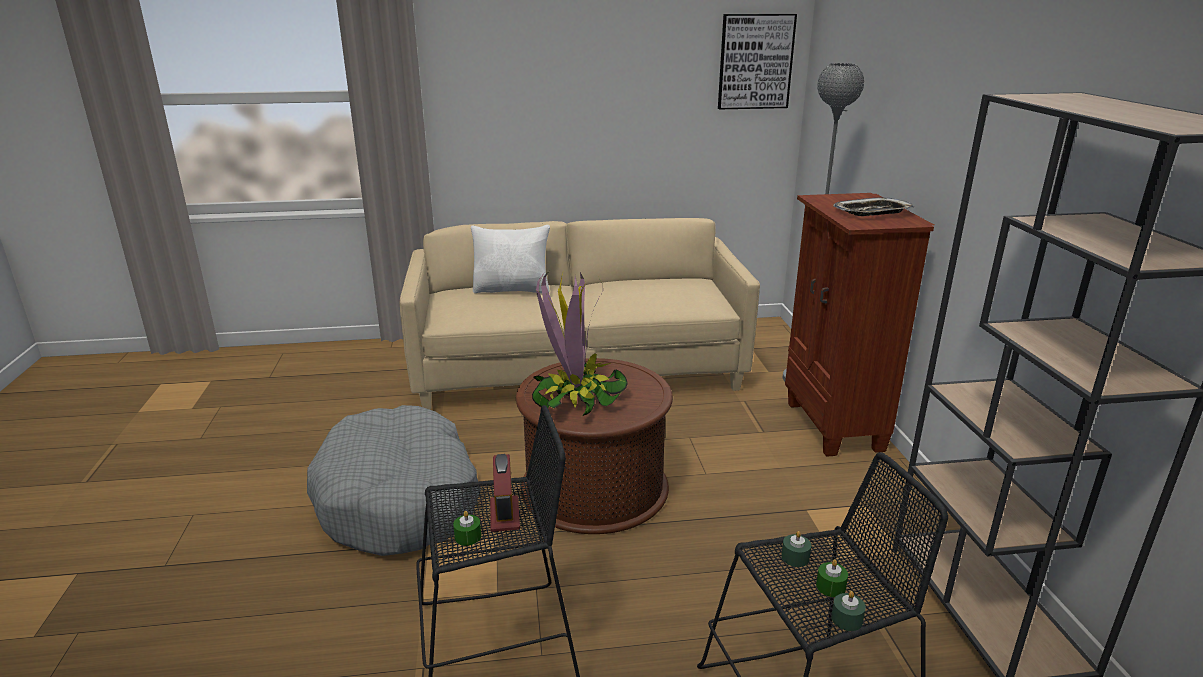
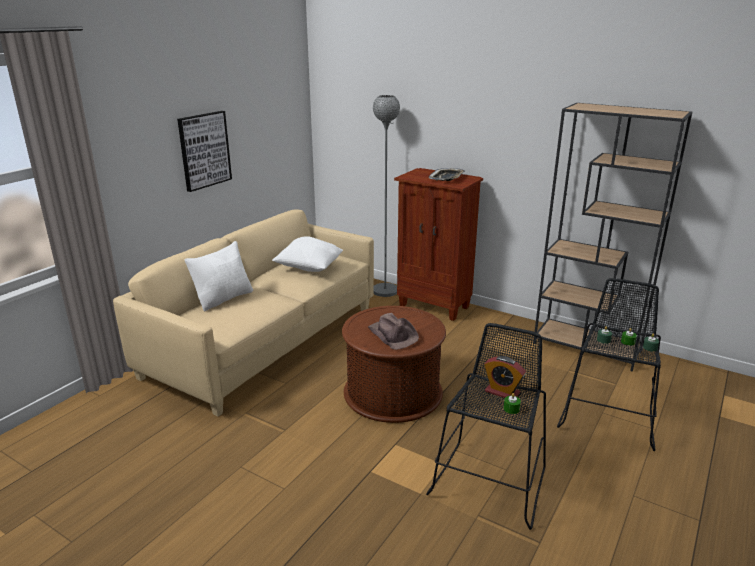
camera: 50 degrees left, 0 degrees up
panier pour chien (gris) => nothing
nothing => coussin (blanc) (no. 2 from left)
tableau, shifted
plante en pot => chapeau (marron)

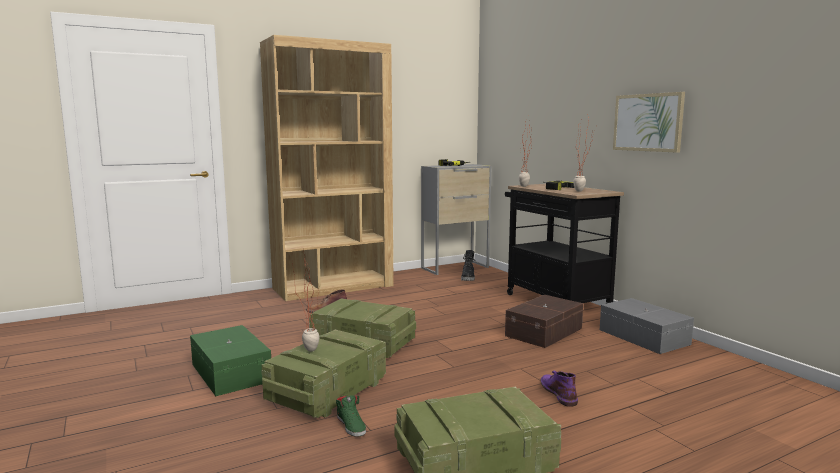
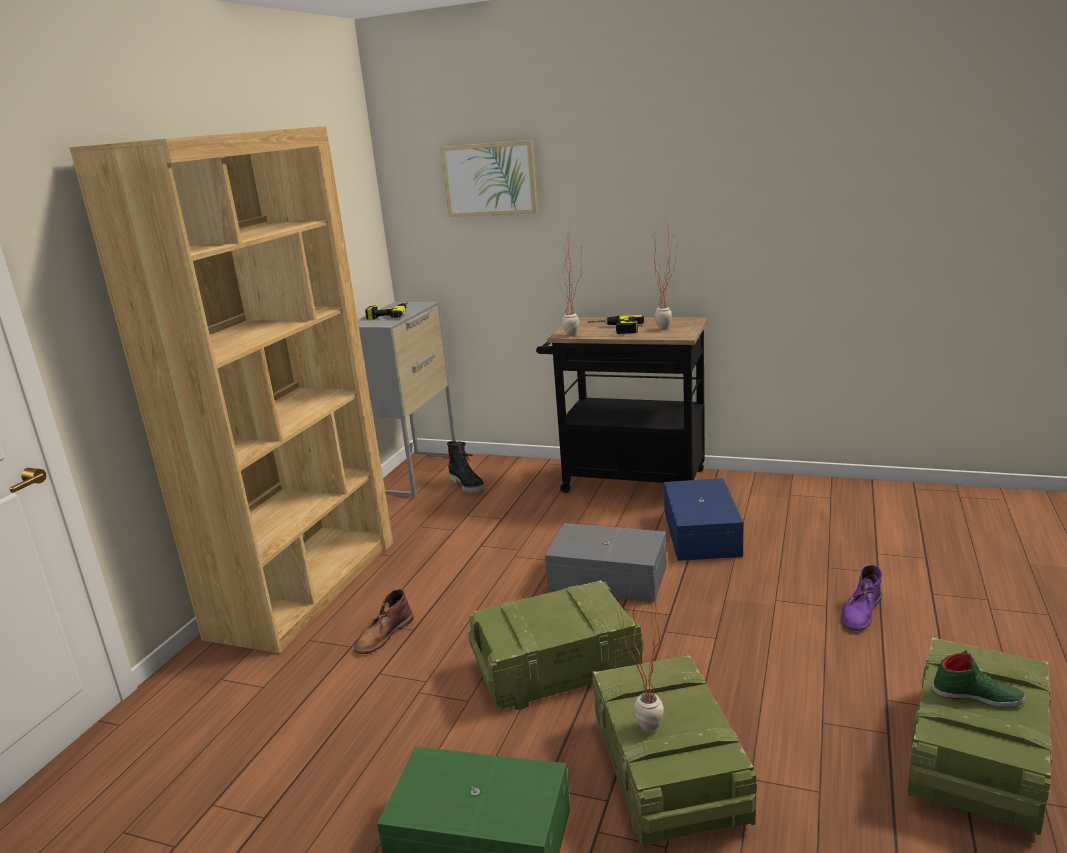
camera: 40 degrees left, 10 degrees up
chaussure (vert), shifted
boîte de rangement (gris), shifted
tableau, shifted
boîte de rangement (marron) => boîte de rangement (bleu)
botte (violet), 90 degrees counterclockwise

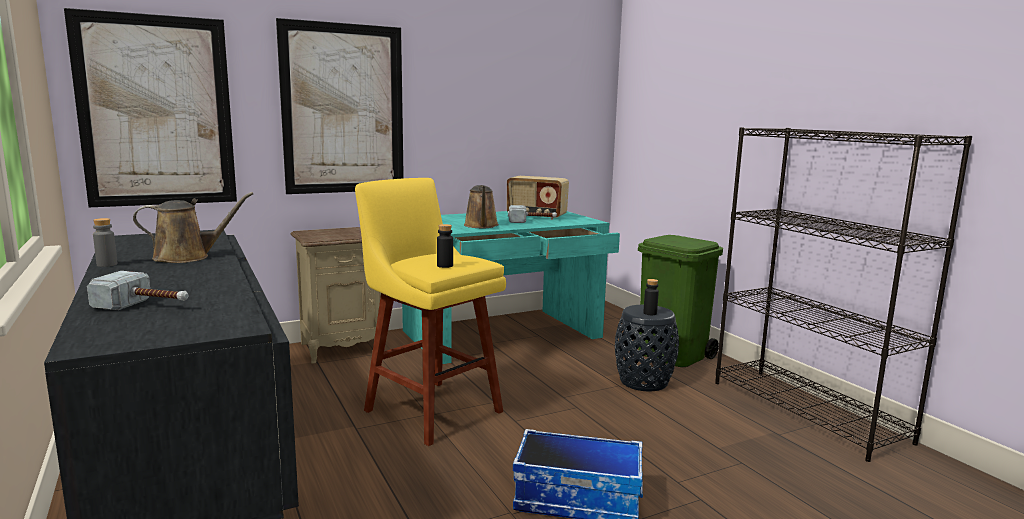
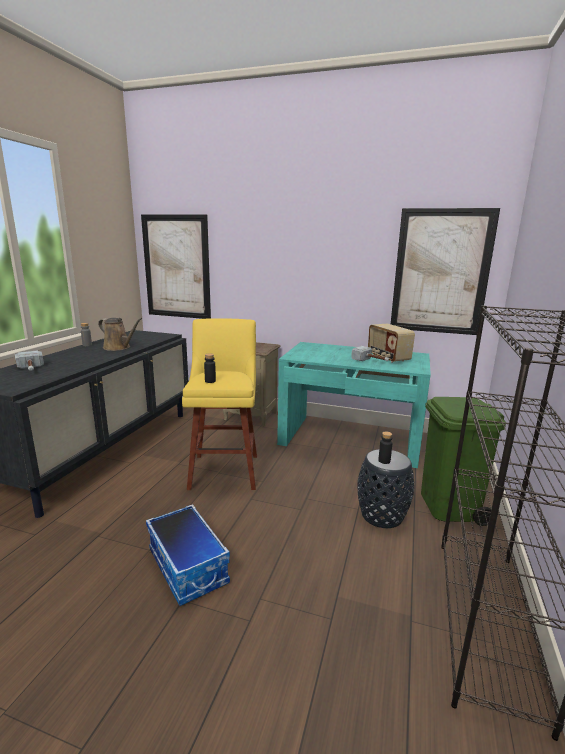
camera: 45 degrees right, 5 degrees up
arrosoir (marron) (no. 2 from left) => nothing
tableau (no. 2 from left), shifted

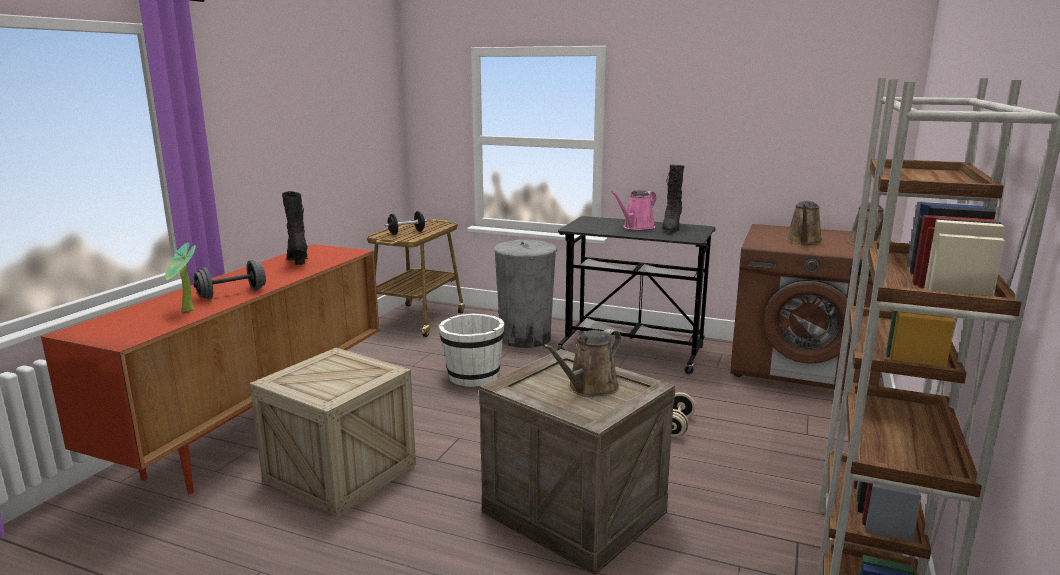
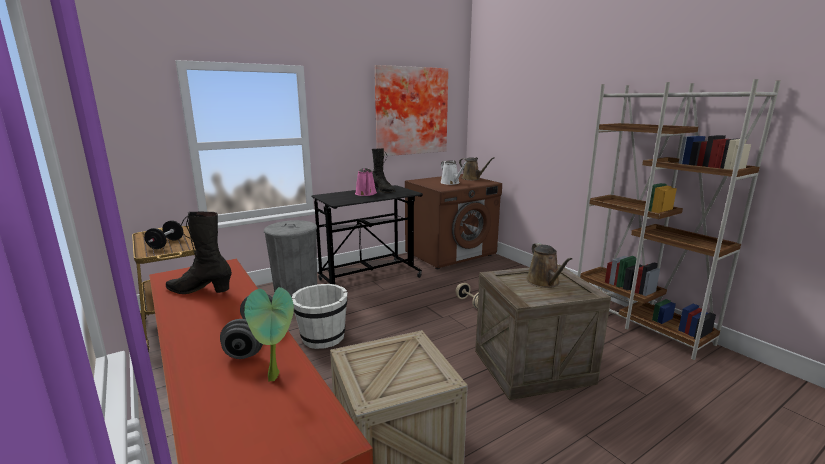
camera: 55 degrees left, 0 degrees up
nothing => tableau
arrosoir (marron) (no. 2 from left) => arrosoir (blanc)

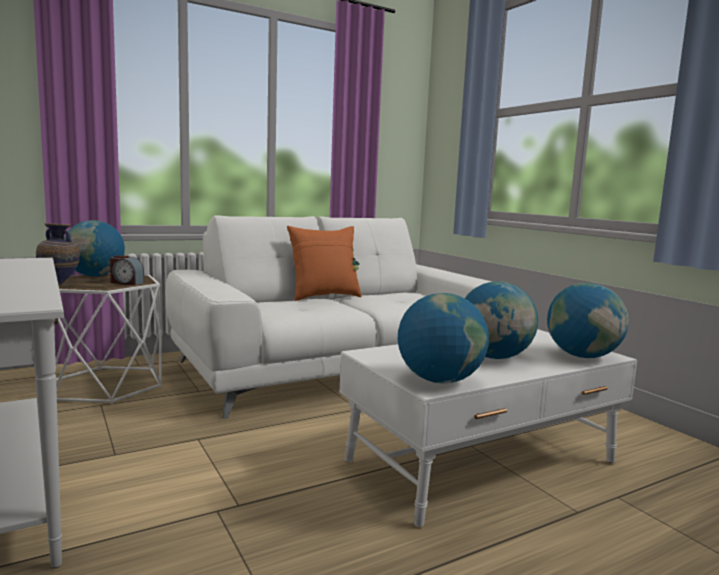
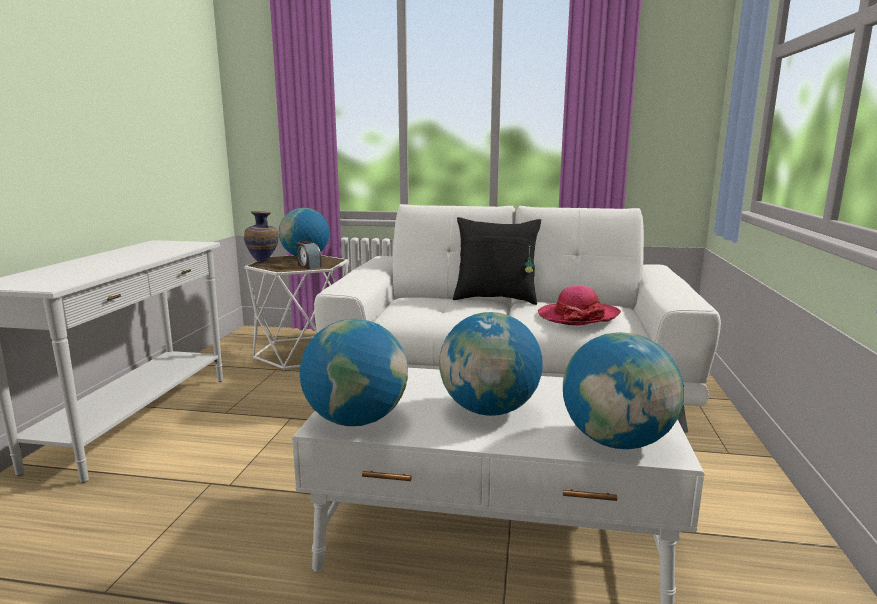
camera: 40 degrees right, 5 degrees up
nothing => chapeau
coussin (orange) => coussin (noir)

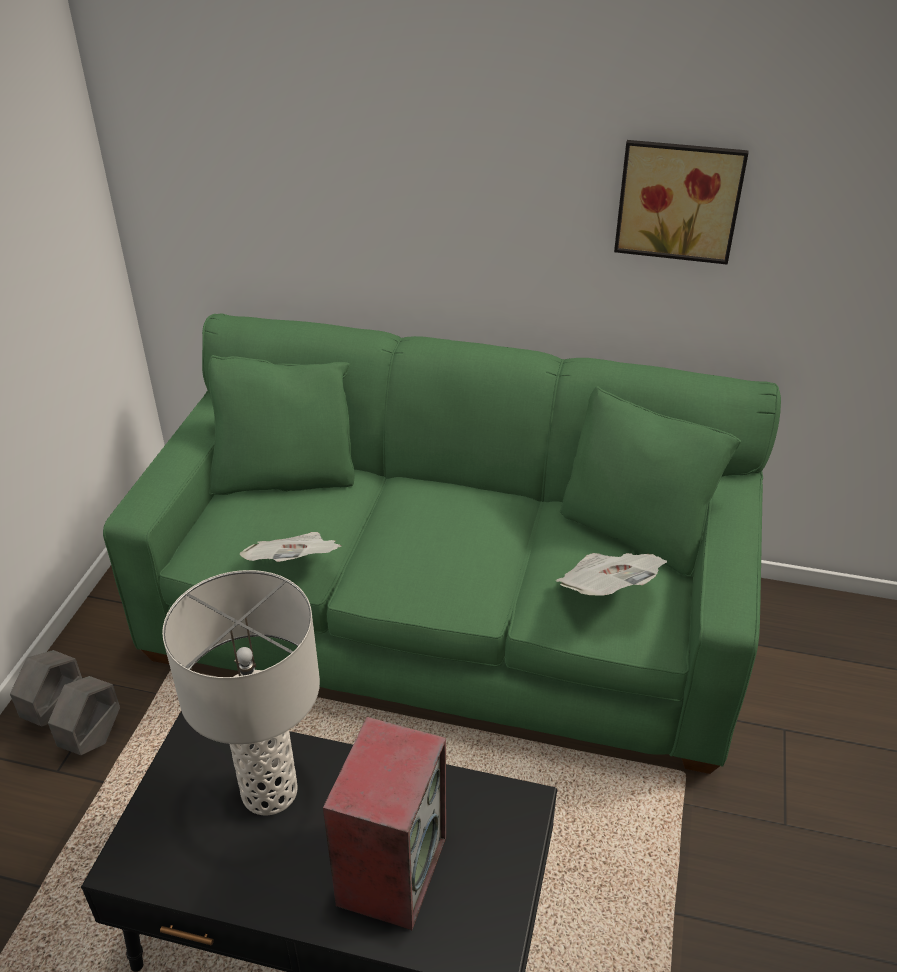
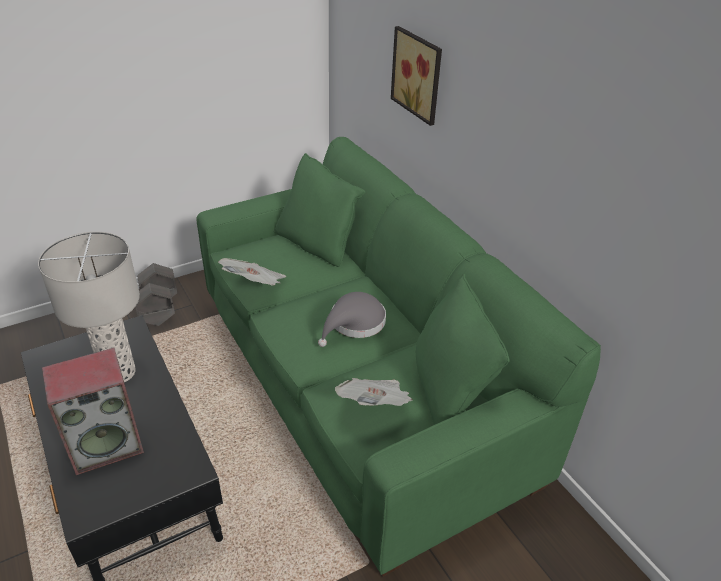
camera: 45 degrees right, 0 degrees up
nothing => chapeau (gris)
tableau, shifted

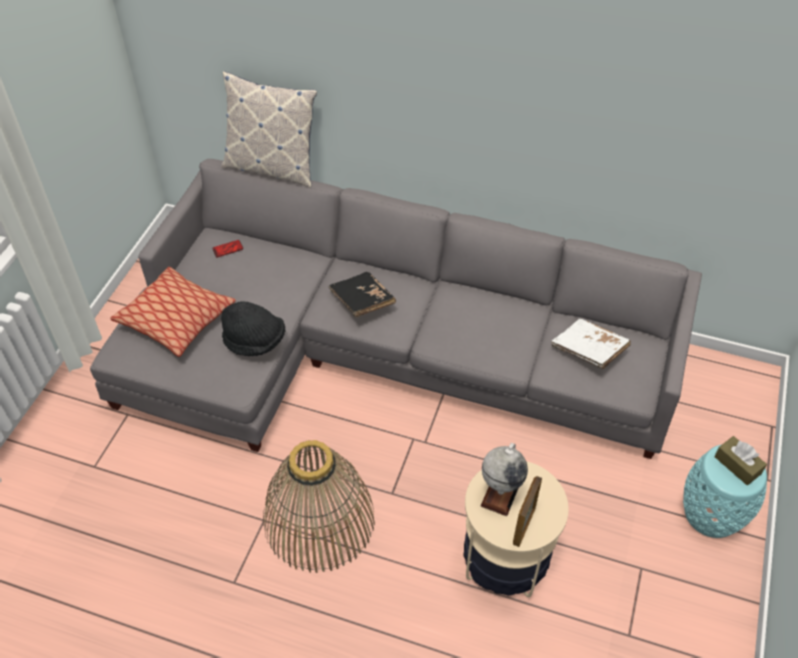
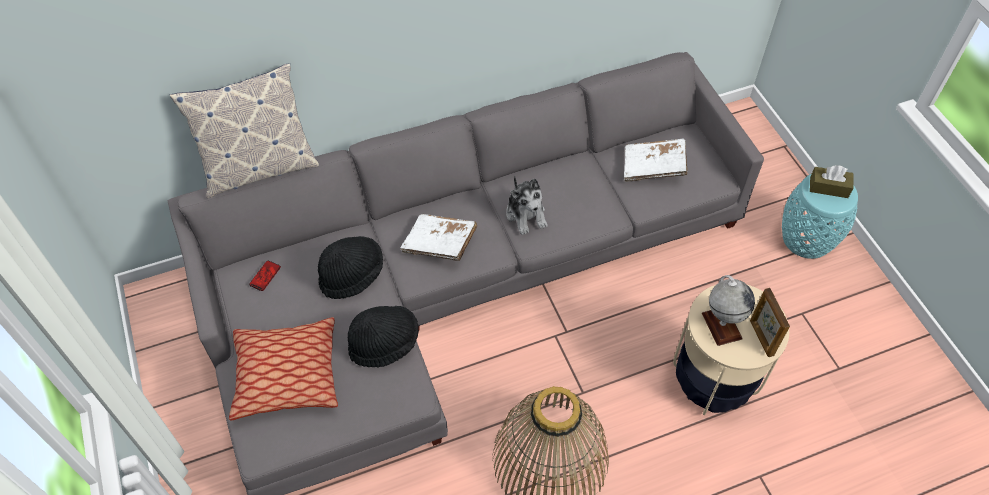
camera: 40 degrees left, 5 degrees up
nothing => chapeau (noir) (no. 1 from left)
nothing => peluche
livre (noir) => livre (blanc) (no. 1 from left)

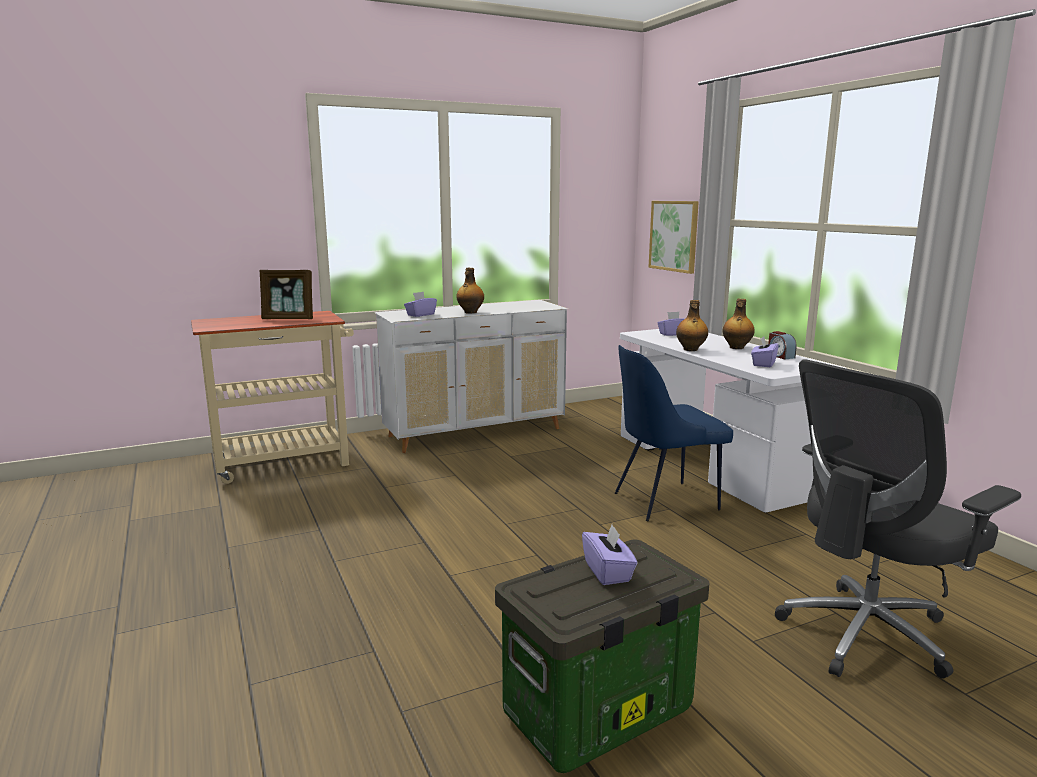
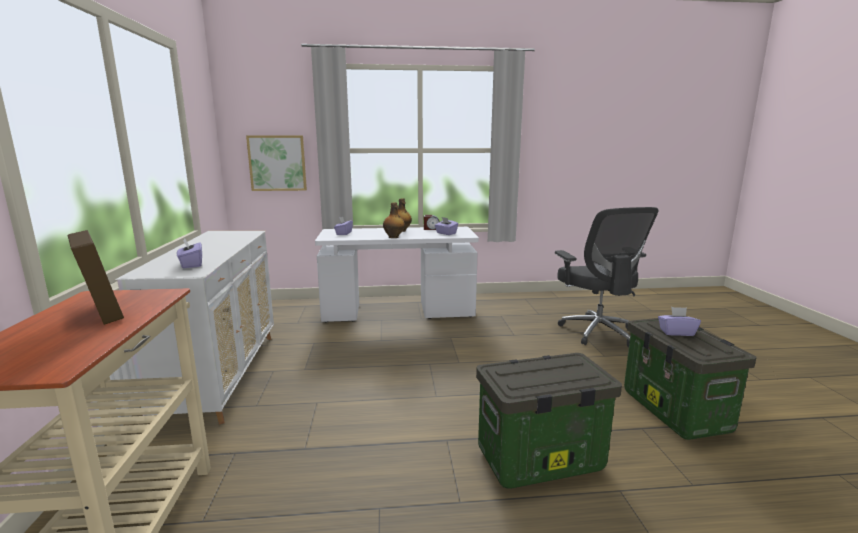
camera: 70 degrees left, 0 degrees up
bouteille (no. 1 from left) => nothing
chaise (bleu) => nothing
nothing => boîte de rangement (no. 1 from left)
cadre photo, 60 degrees counterclockwise

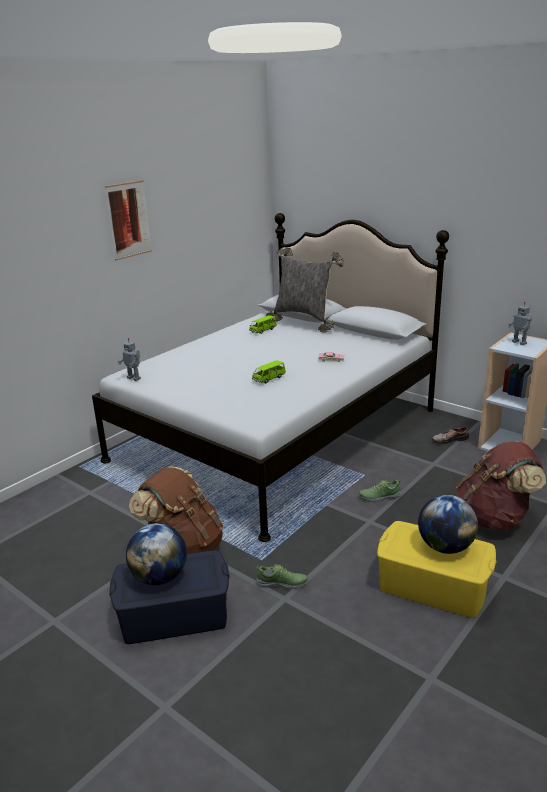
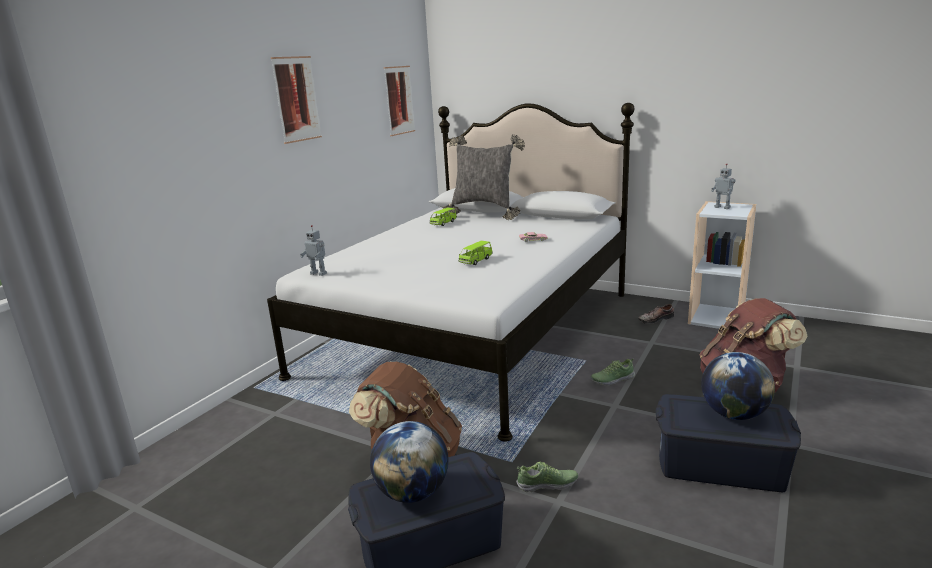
camera: 10 degrees left, 5 degrees down
nothing => tableau (no. 2 from left)
boîte de rangement (jaune) => boîte de rangement (bleu) (no. 2 from left)

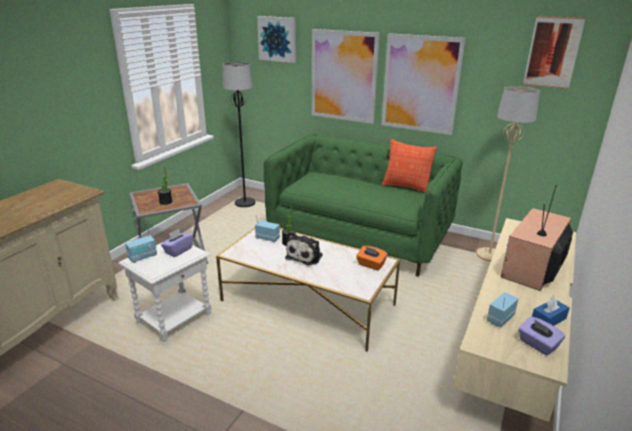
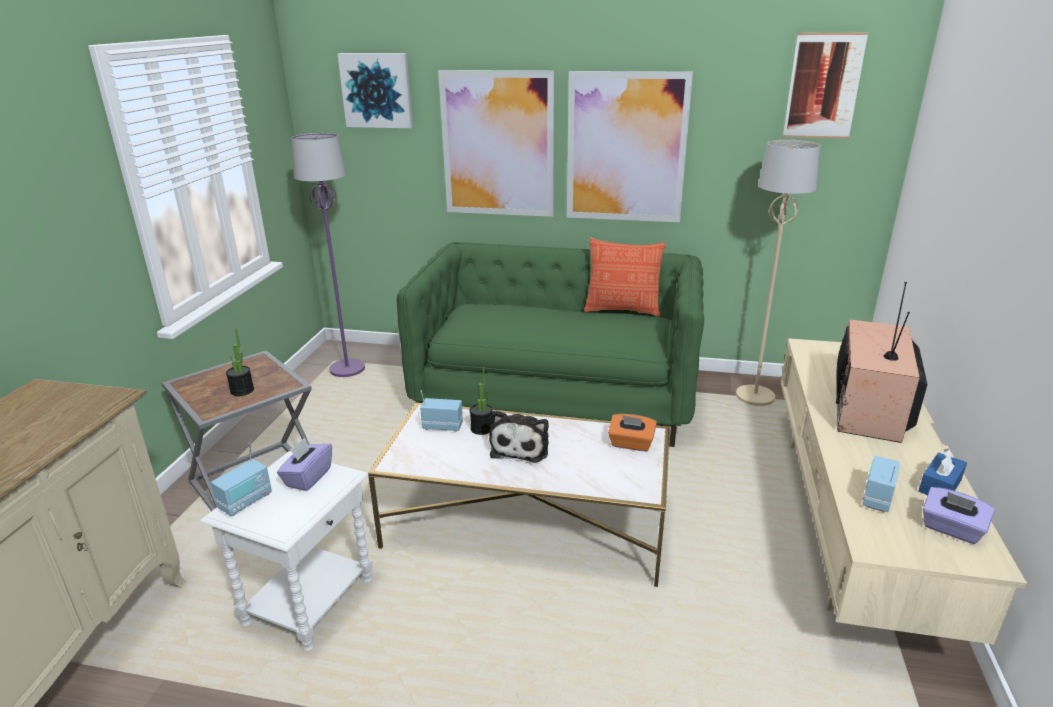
camera: 15 degrees left, 0 degrees up
lampadaire (noir) => lampadaire (violet)

